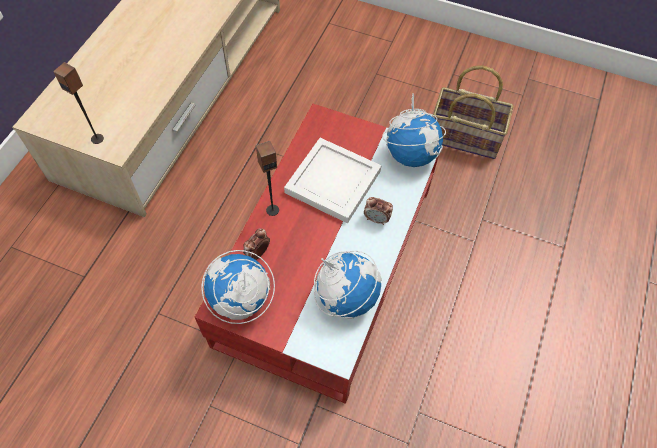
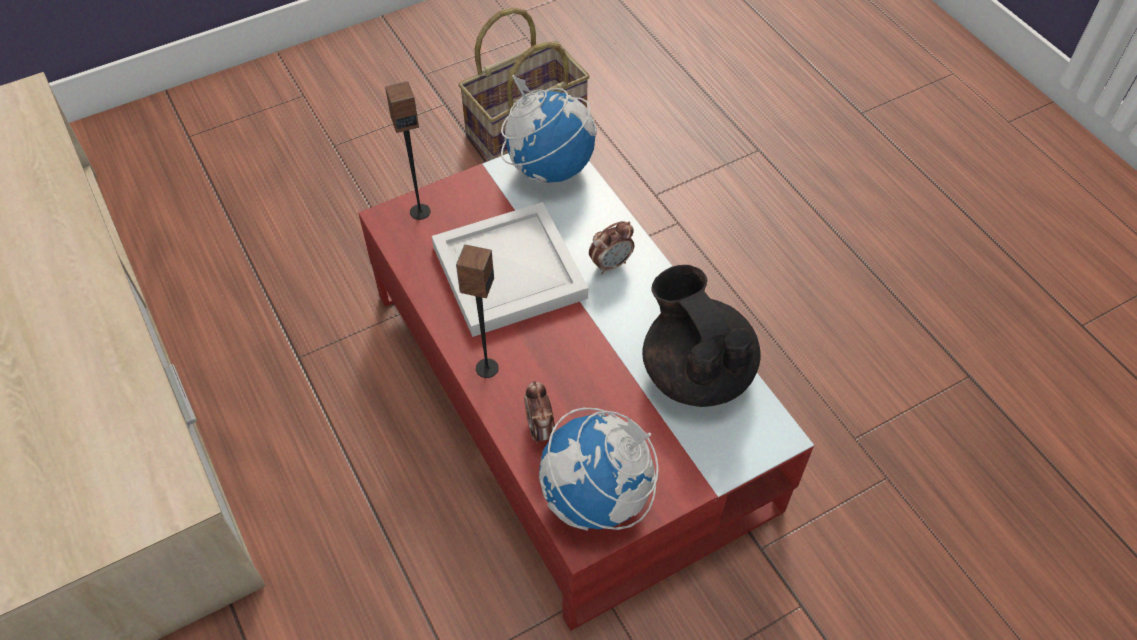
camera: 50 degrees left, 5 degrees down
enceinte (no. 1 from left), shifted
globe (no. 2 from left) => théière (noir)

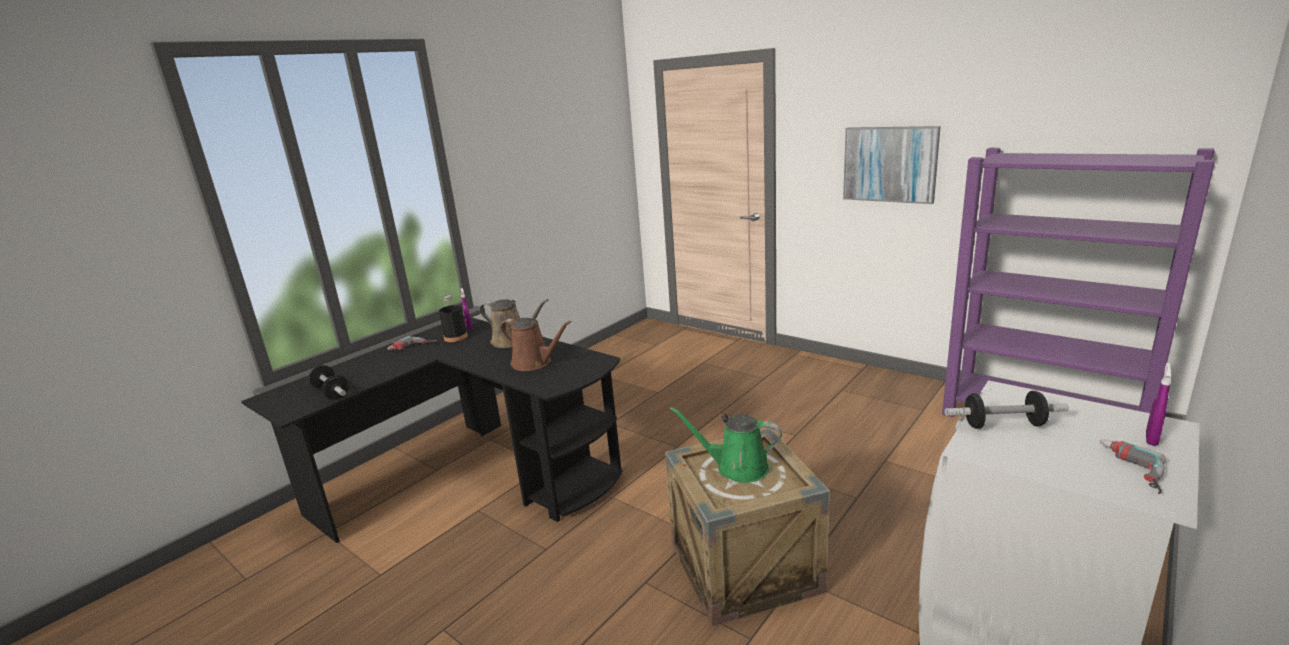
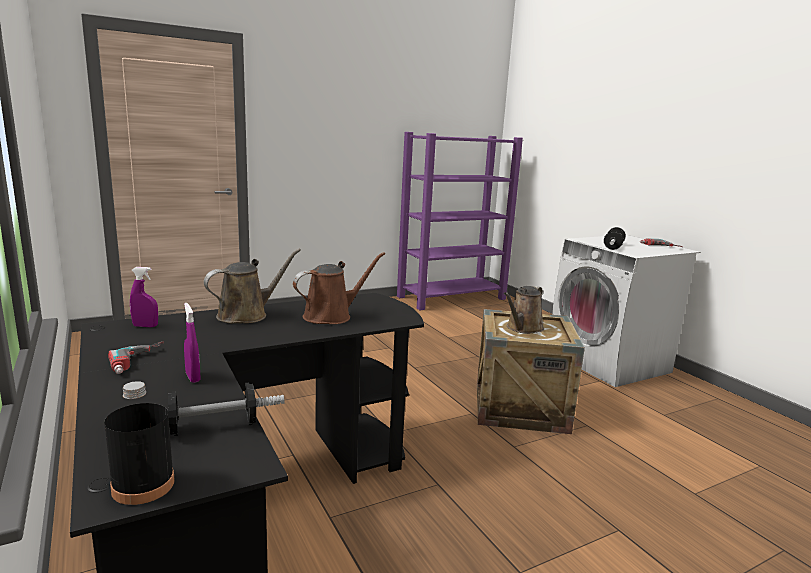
camera: 70 degrees left, 5 degrees down
tableau => nothing
bouteille (noir), shifted
vaporisateur (violet) (no. 2 from left), shifted
arrosoir (vert) => arrosoir (marron) (no. 3 from left)

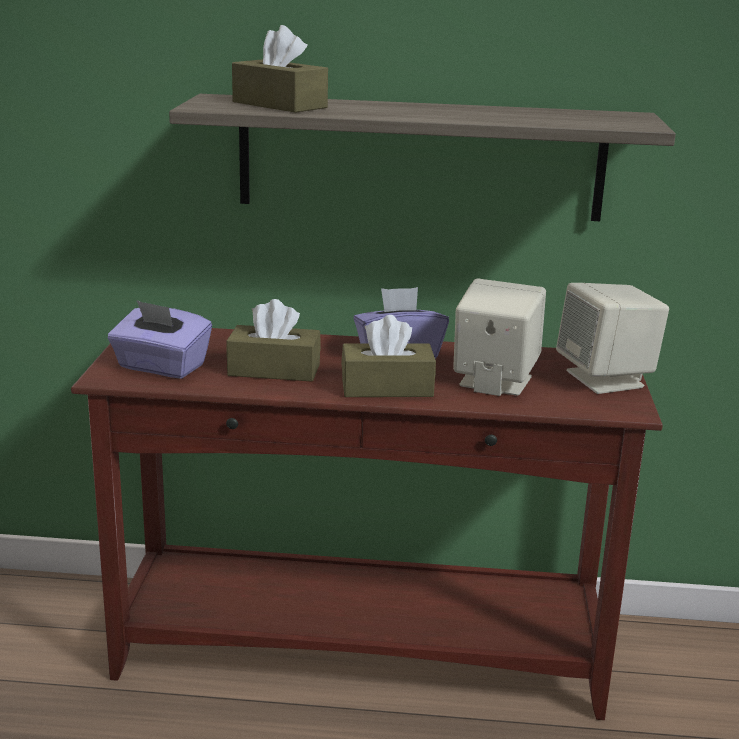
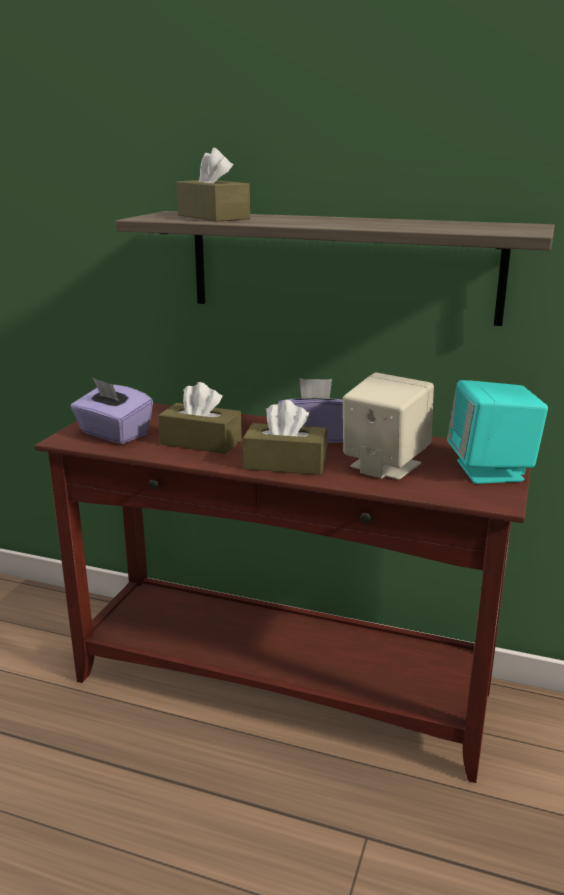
camera: 15 degrees right, 0 degrees up
enceinte (beige) (no. 2 from left) => enceinte (turquoise)

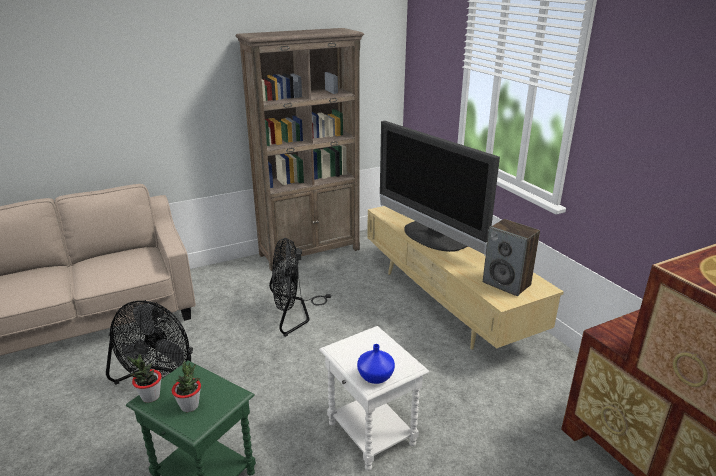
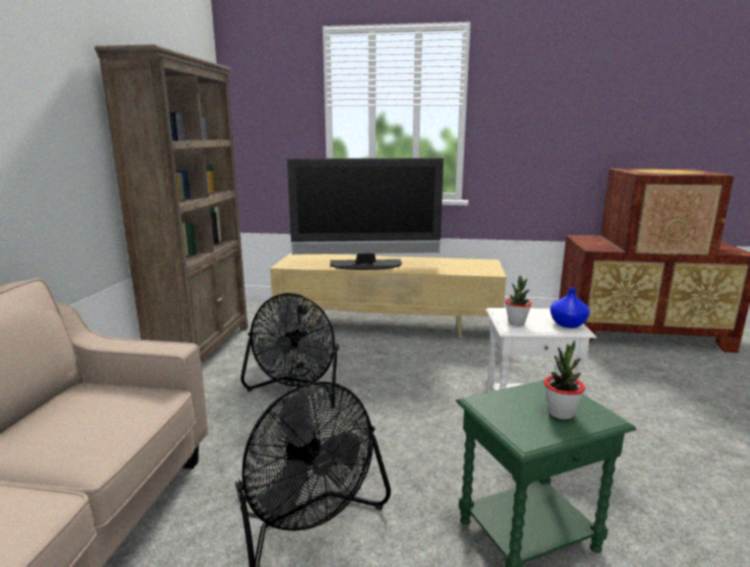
camera: 55 degrees left, 10 degrees down
enceinte => nothing
plante en pot (no. 1 from left), shifted

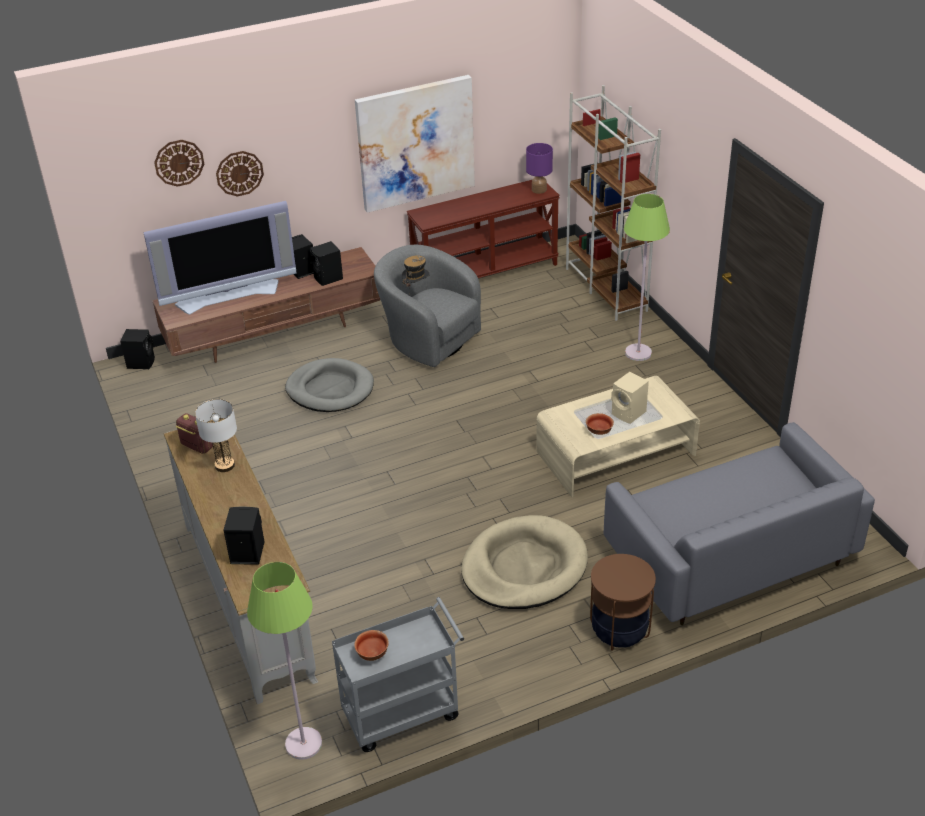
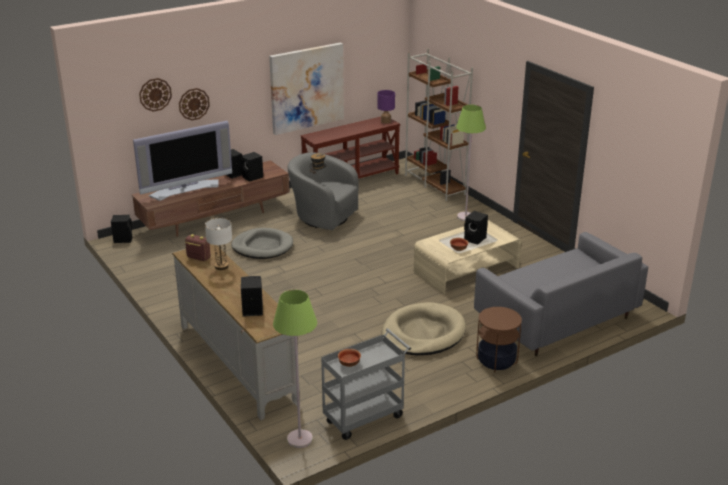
camera: 10 degrees left, 10 degrees down
enceinte (beige) => enceinte (noir) (no. 5 from left)

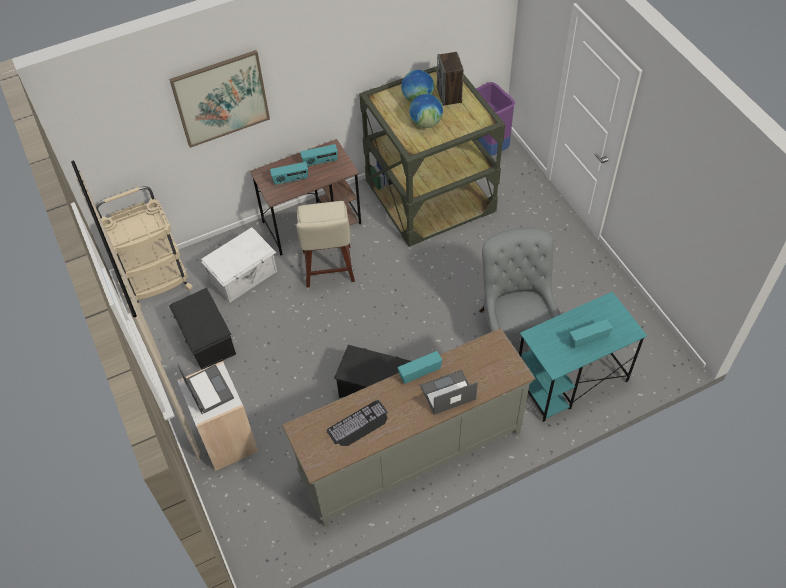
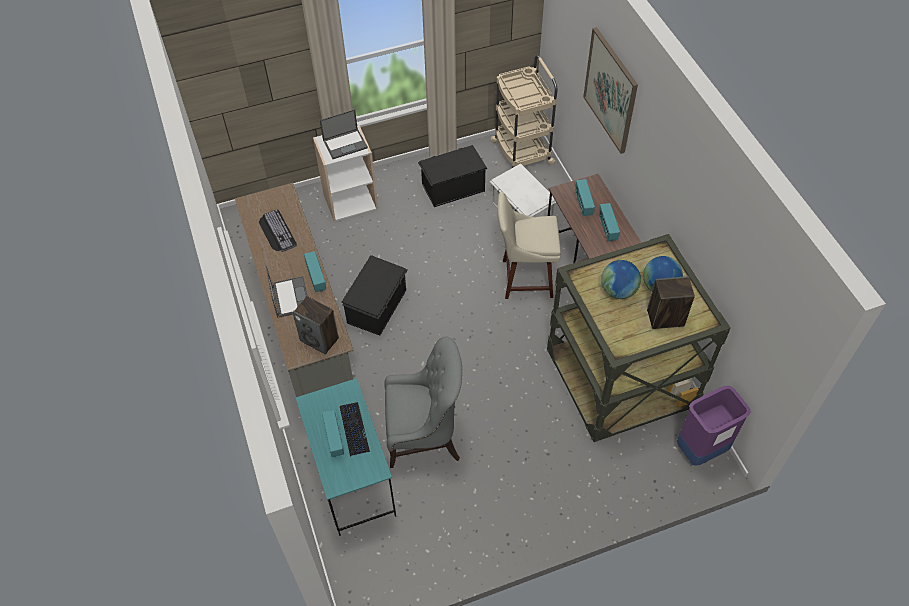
camera: 95 degrees right, 0 degrees up
nothing => enceinte (no. 1 from left)
nothing => clavier (no. 2 from left)

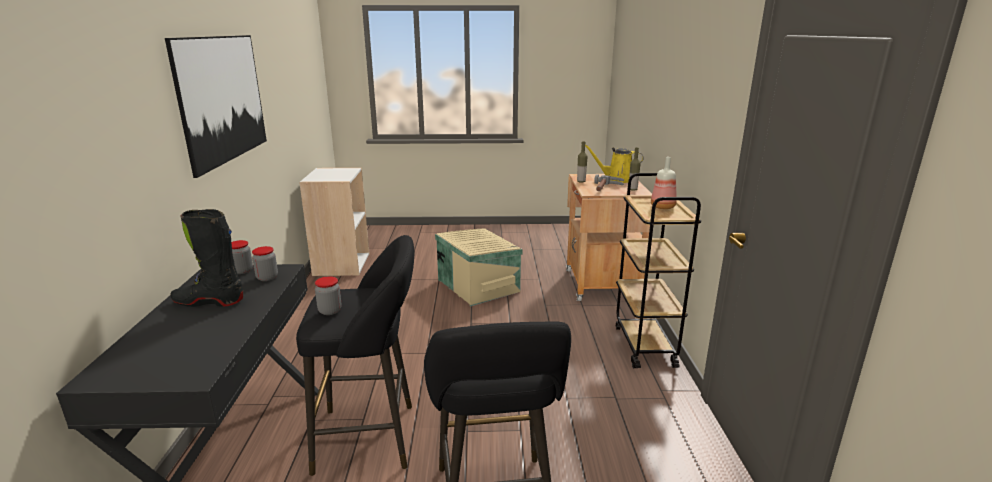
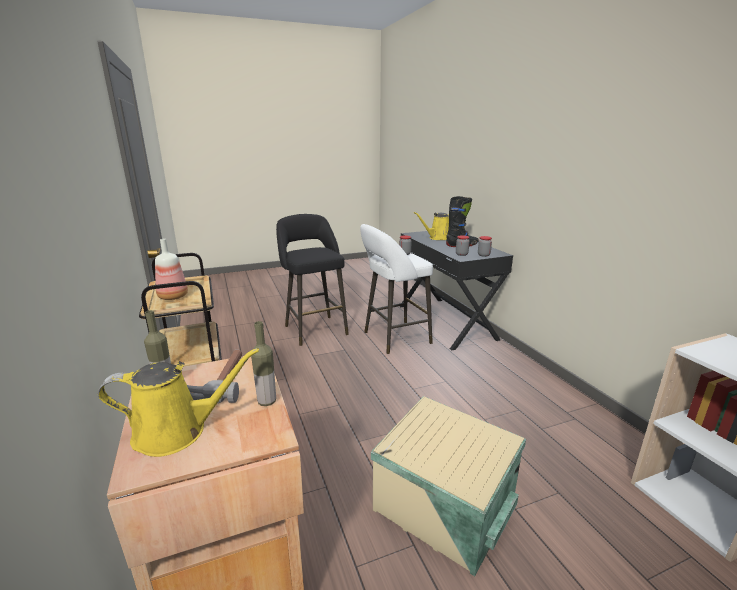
camera: 160 degrees right, 0 degrees up
tableau => nothing
nothing => arrosoir (jaune) (no. 2 from left)
tabouret (noir) (no. 1 from left) => tabouret (blanc)

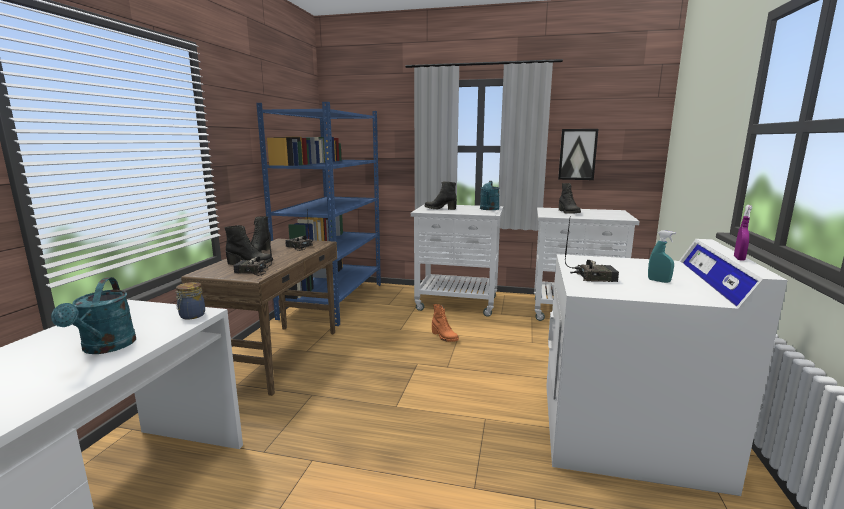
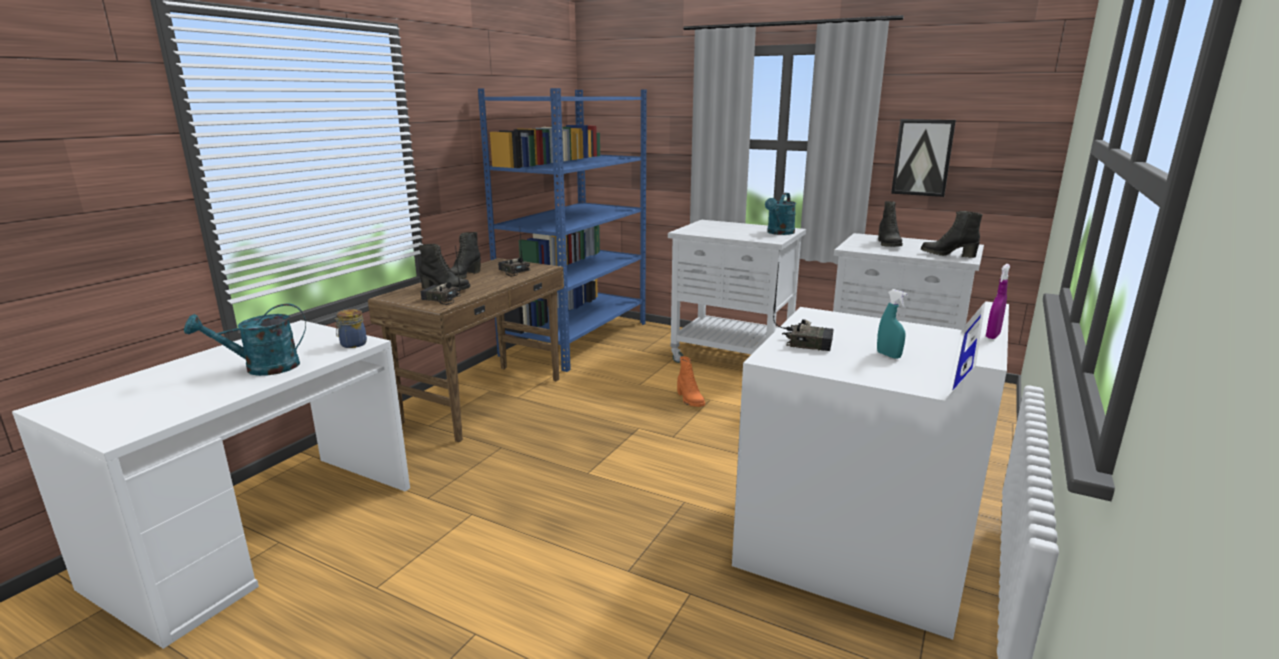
camera: 15 degrees right, 5 degrees up
botte (noir) (no. 3 from left in the first image) => botte (noir) (no. 4 from left), shifted
arrosoir (turquoise) (no. 1 from left), 60 degrees clockwise

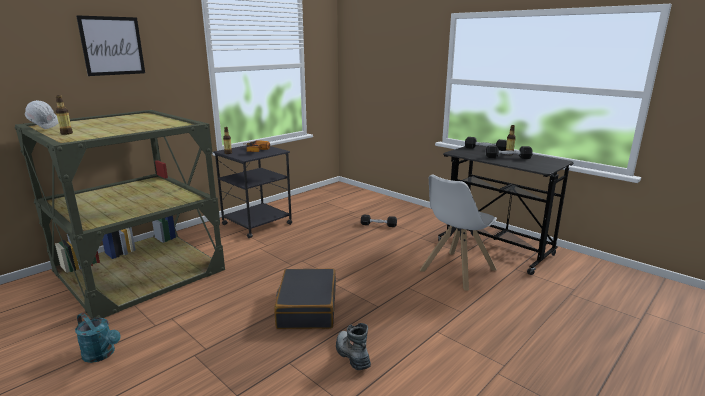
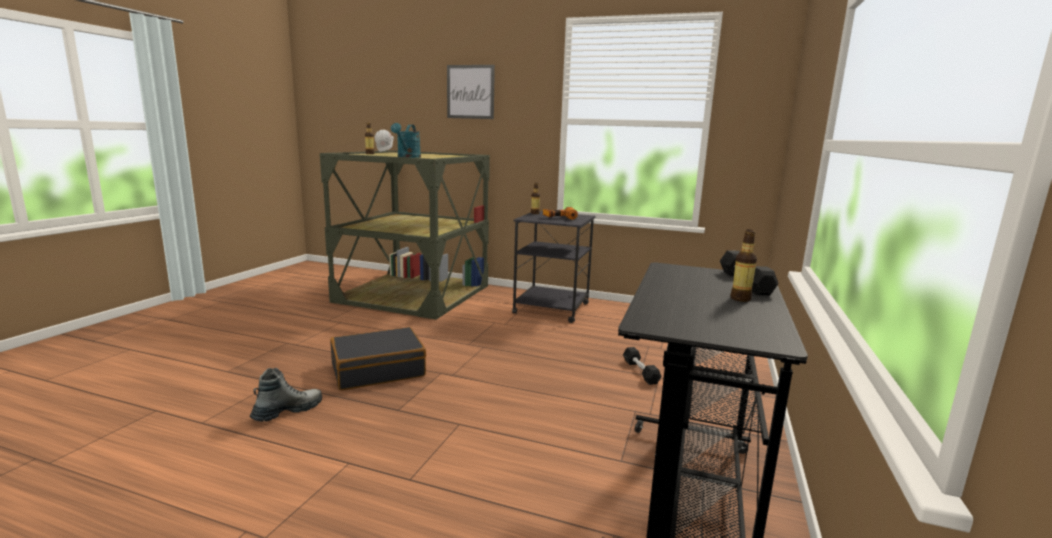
camera: 65 degrees right, 5 degrees down
chaise => nothing
haltère (noir) (no. 3 from left) => nothing
arrosoir (turquoise), shifted

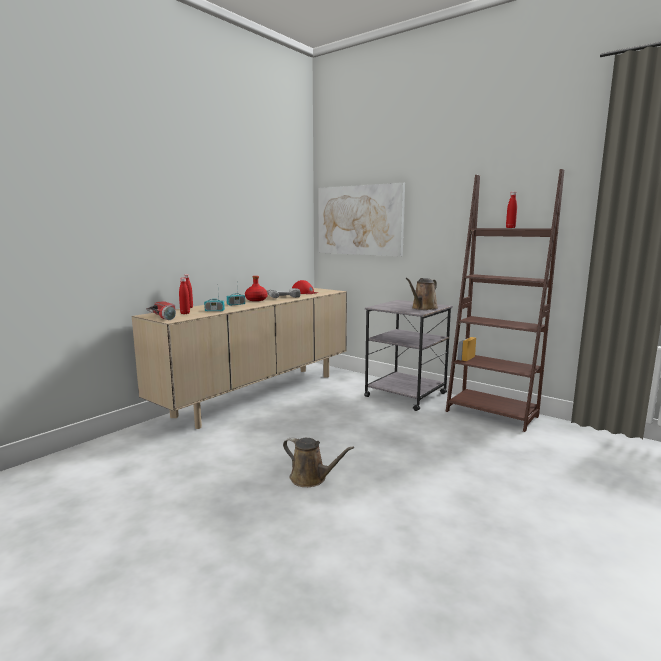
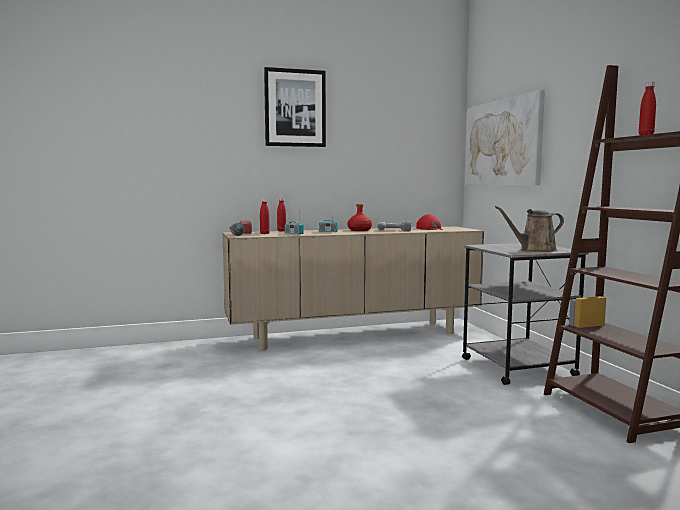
camera: 35 degrees right, 5 degrees down
arrosoir (marron) (no. 1 from left) => nothing
nothing => tableau (no. 1 from left)

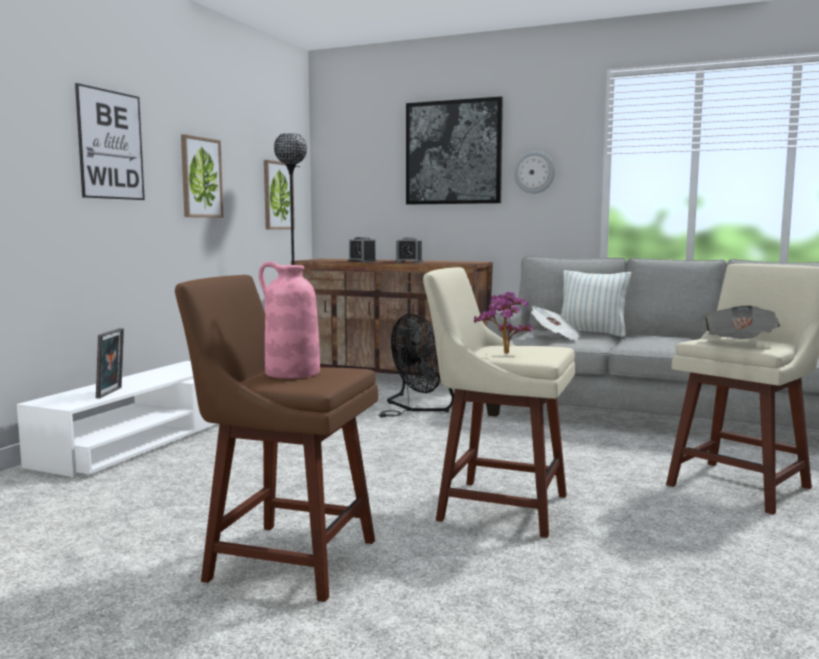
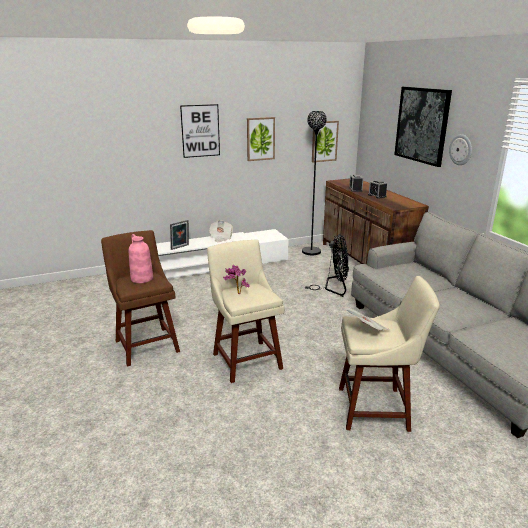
camera: 45 degrees right, 15 degrees up
coussin => nothing
journal (no. 1 from left), shifted

